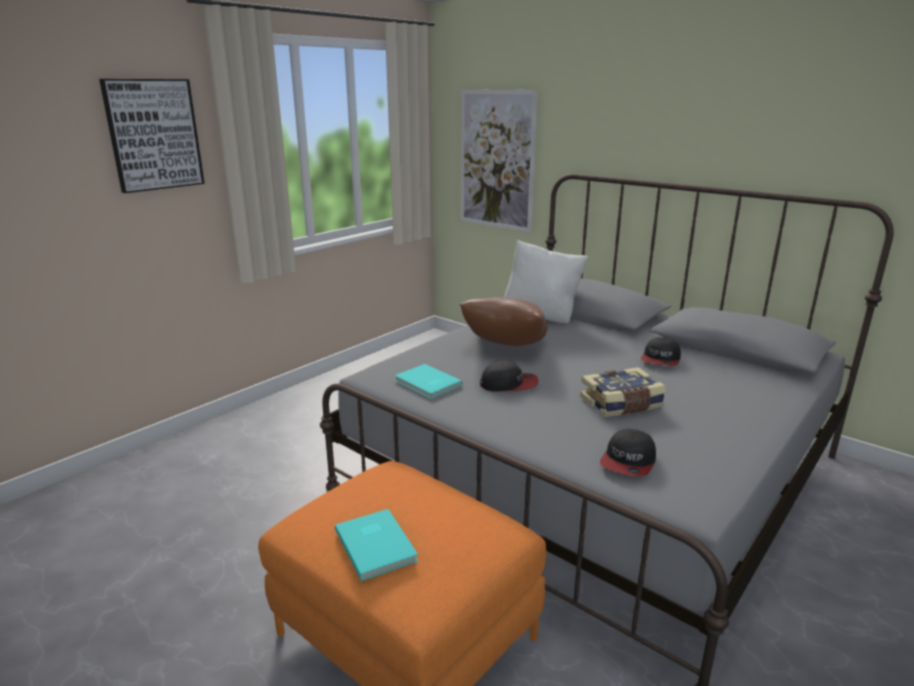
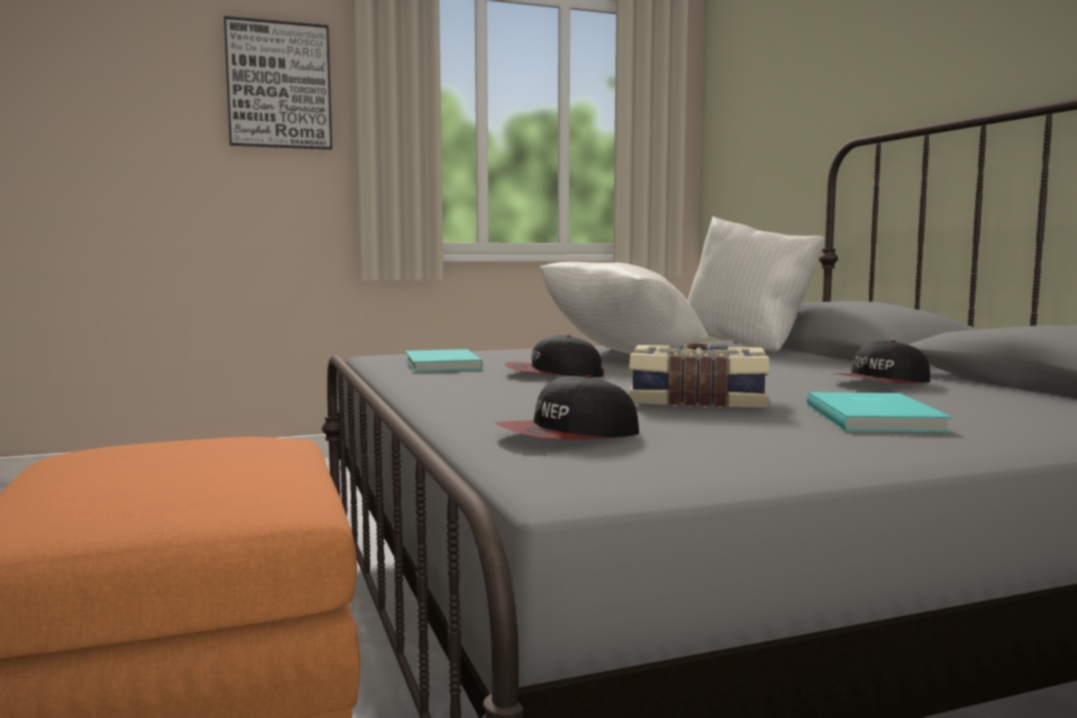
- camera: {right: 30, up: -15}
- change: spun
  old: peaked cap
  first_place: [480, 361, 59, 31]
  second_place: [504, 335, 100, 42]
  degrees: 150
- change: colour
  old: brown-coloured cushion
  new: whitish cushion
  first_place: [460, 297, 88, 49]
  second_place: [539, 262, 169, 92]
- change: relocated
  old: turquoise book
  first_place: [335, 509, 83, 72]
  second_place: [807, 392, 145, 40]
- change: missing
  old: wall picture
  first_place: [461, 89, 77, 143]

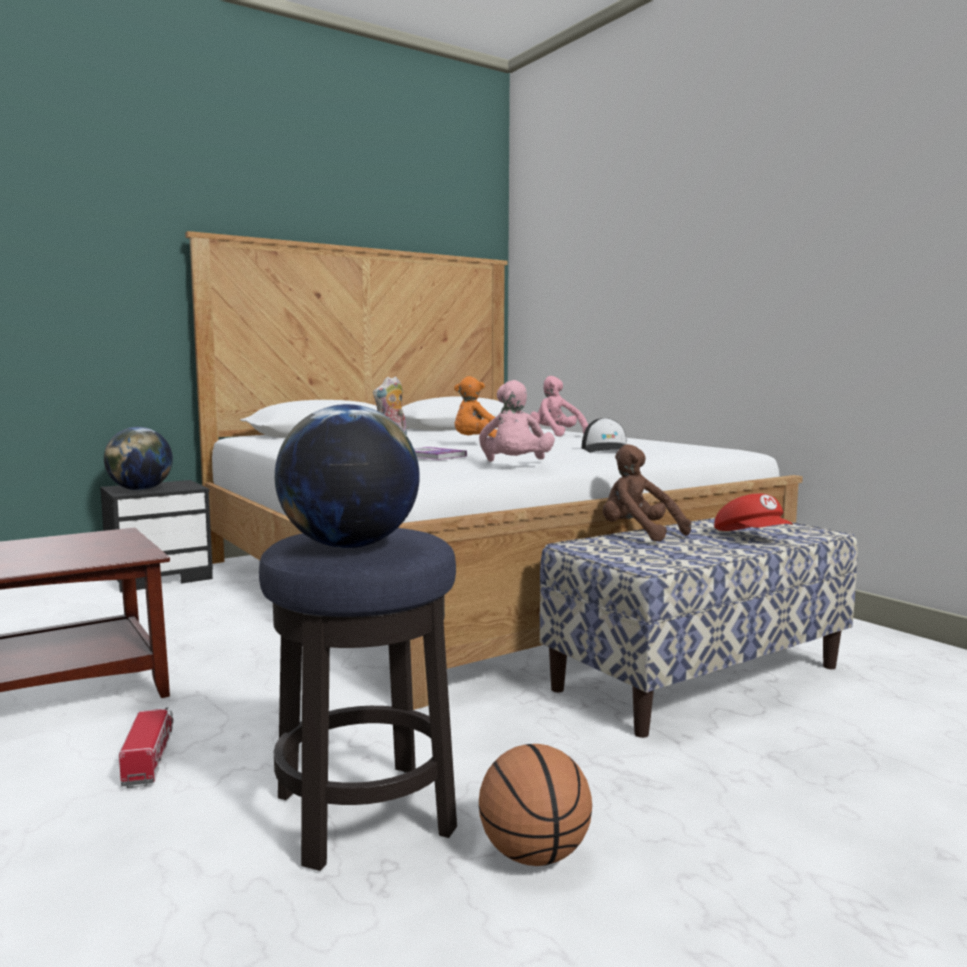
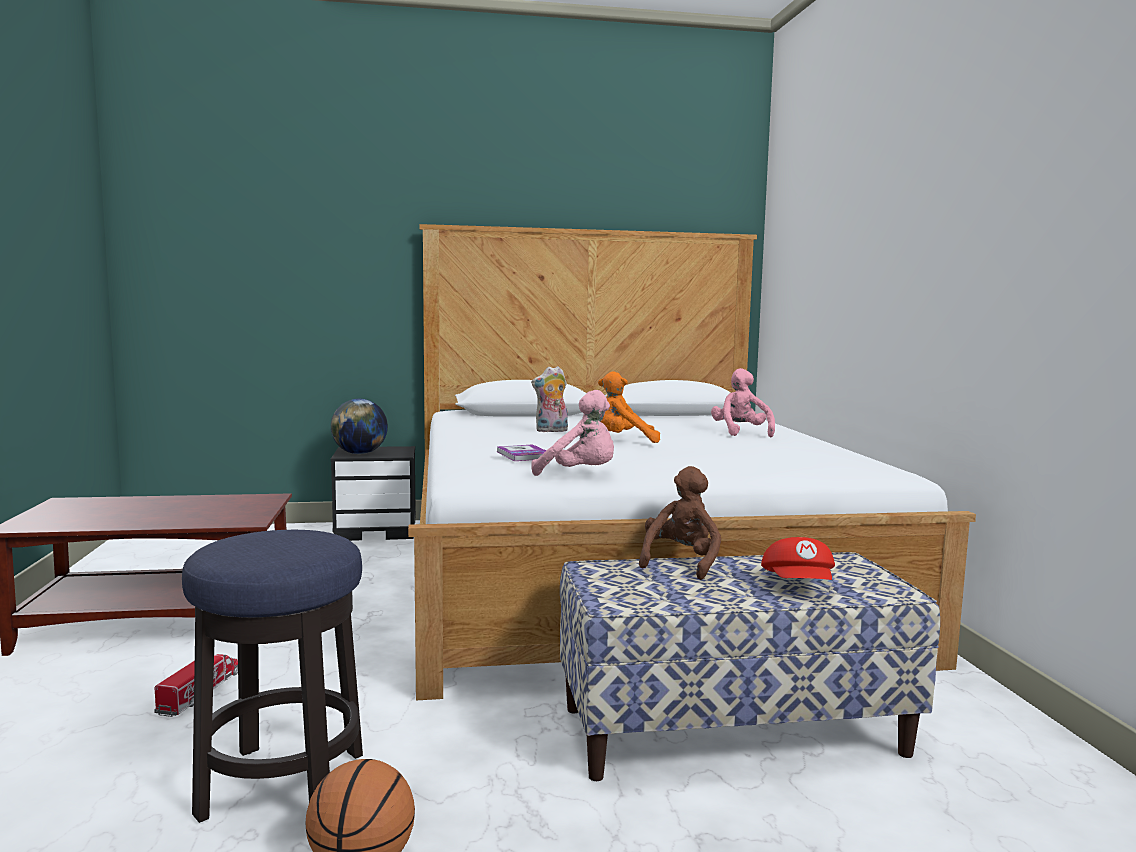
- camera: {right: 25, up: 0}
- change: spun
  old: pink-coloured soft toy
  first_place: [479, 380, 76, 82]
  second_place: [531, 390, 83, 86]
  degrees: -90
- change: spun
  old: brown-coloured soft toy
  first_place: [603, 444, 88, 98]
  second_place: [639, 466, 82, 114]
  degrees: 45
- change: missing
  old: world globe
  first_place: [275, 404, 145, 144]
- change: missing
  old: peaked cap
  first_place: [582, 418, 45, 34]

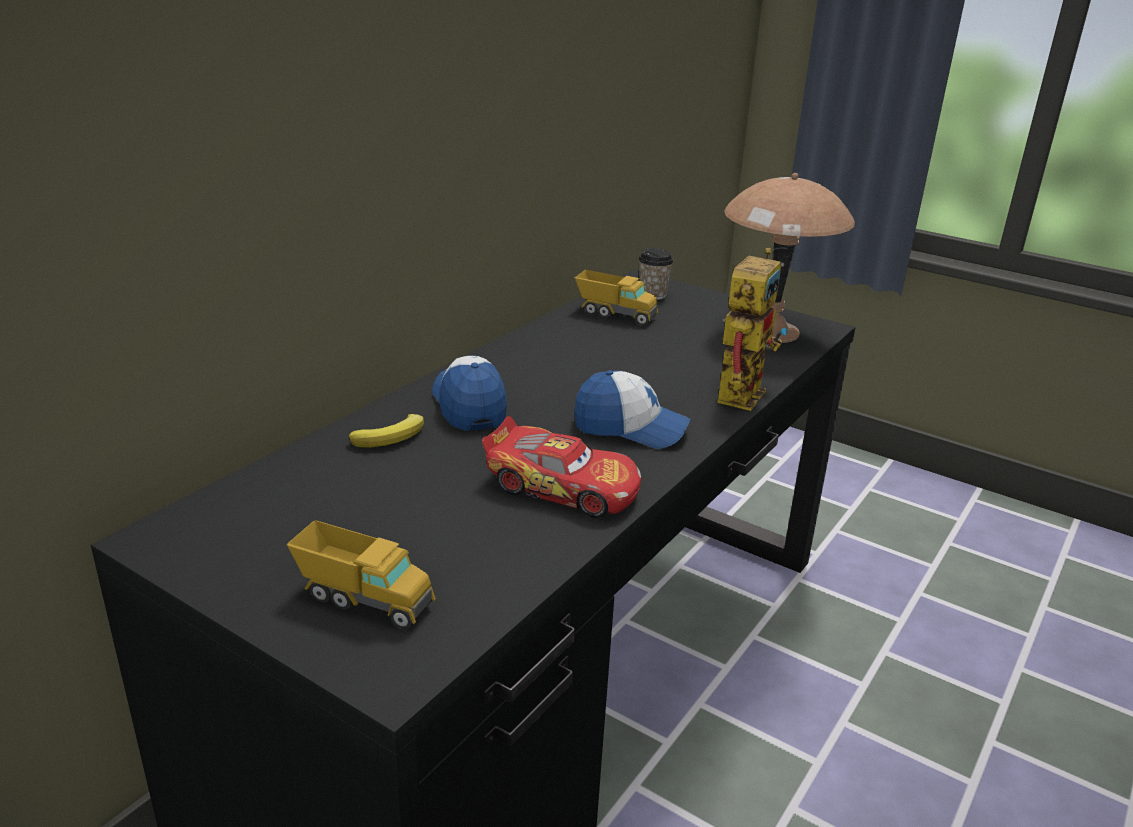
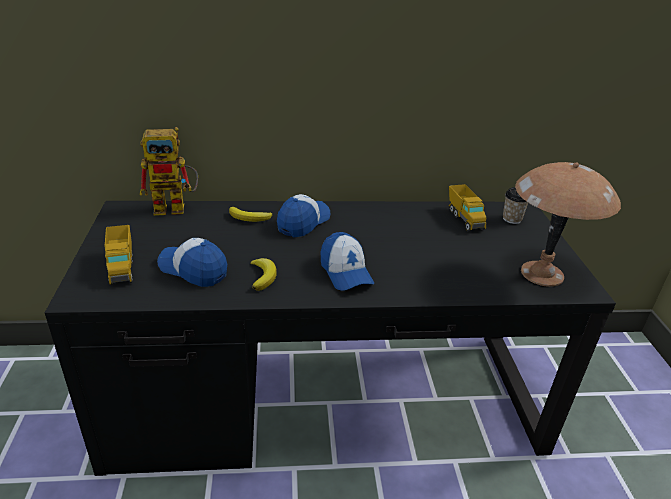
- camera: {right: 50, up: 5}
- change: relocated
  old: toy robot
  first_place: [717, 248, 71, 163]
  second_place: [140, 127, 58, 89]
- change: appeared
  new: peaked cap
  second_place: [157, 238, 70, 49]
- change: exchanged
  old: miniature car
  new: banana fruit
  first_place: [482, 416, 159, 102]
  second_place: [250, 258, 27, 33]

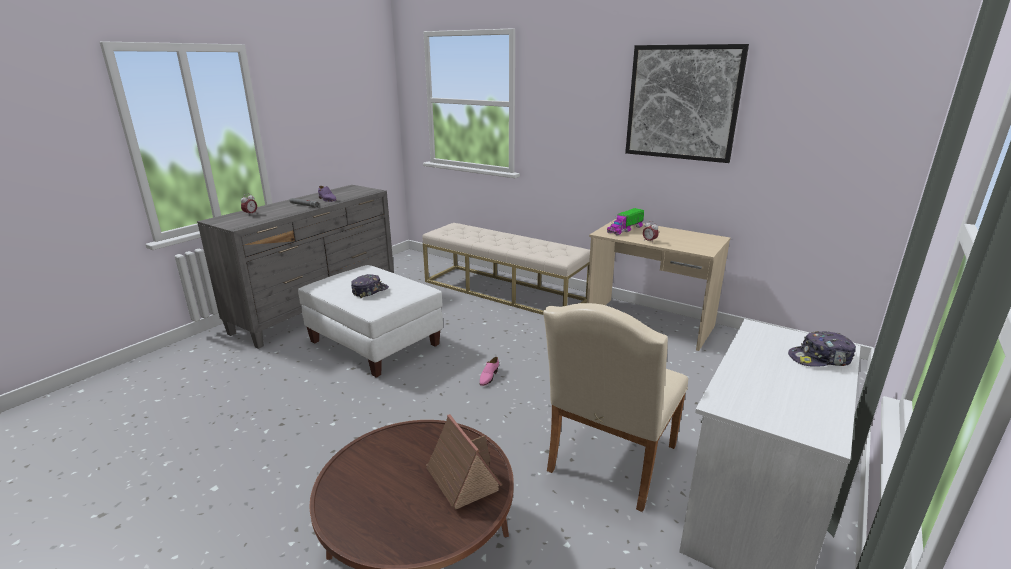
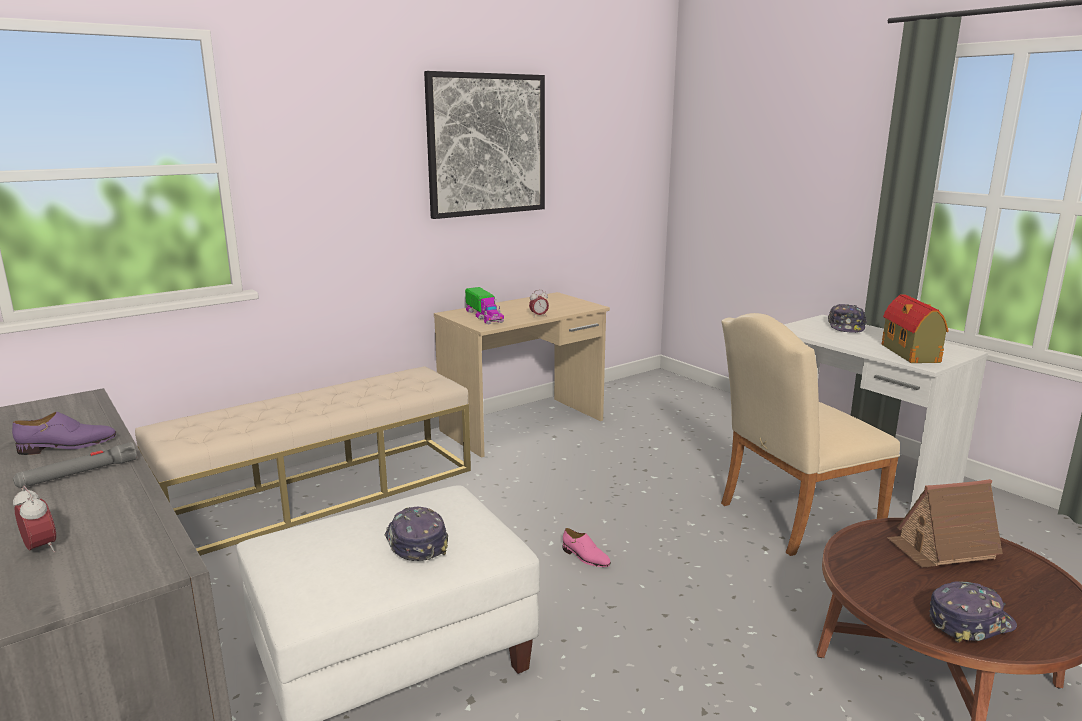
- camera: {right: -70, up: -5}
- change: spun
  old: beige-coloured chair
  first_place: [543, 303, 145, 209]
  second_place: [721, 313, 179, 243]
  degrees: 105
- change: appeared
  new: miniature house
  second_place: [882, 295, 67, 68]
- change: appeared
  new: peaked cap
  second_place: [929, 581, 88, 62]

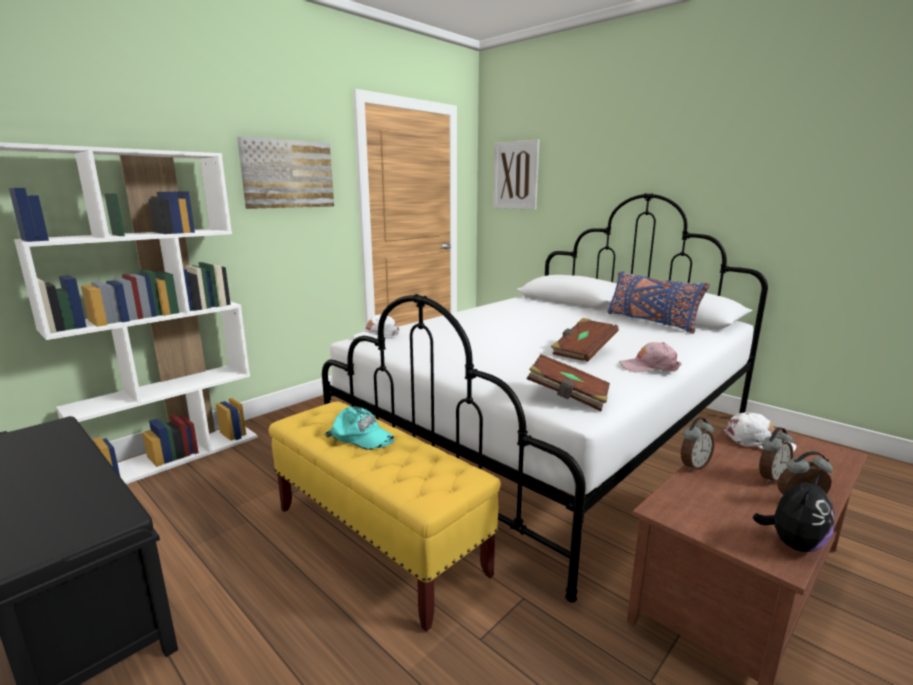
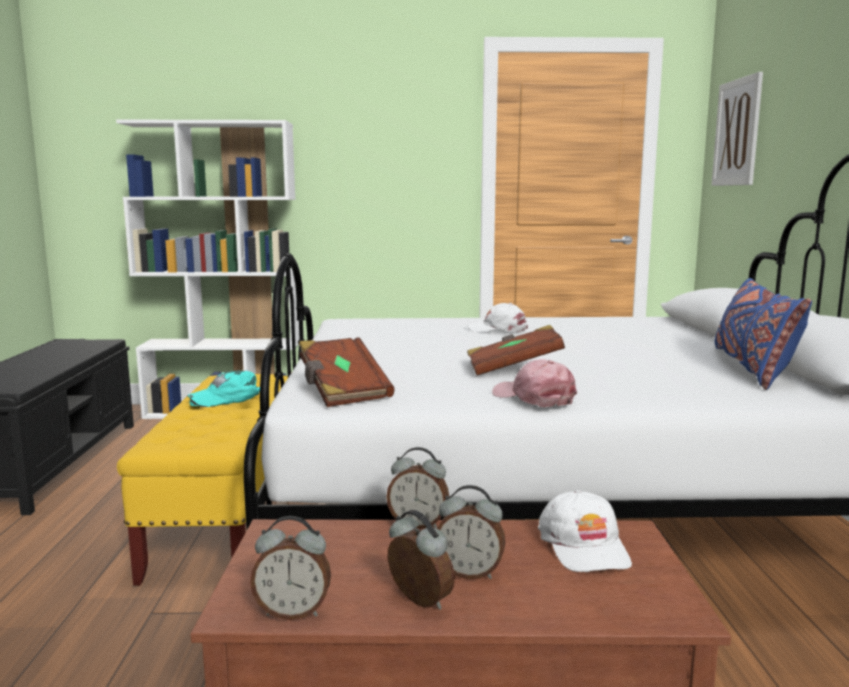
- camera: {right: 45, up: -5}
- change: spun
  old: turquoise peaked cap
  first_place: [325, 406, 69, 44]
  second_place: [188, 371, 72, 36]
  degrees: 75
- change: exchanged
  old: soft toy
  new: alarm clock
  first_place: [752, 474, 82, 78]
  second_place: [250, 516, 81, 104]
- change: relocated
  old: whitish peaked cap
  first_place: [353, 315, 47, 27]
  second_place: [468, 303, 60, 29]
- change: missing
  old: wall picture
  first_place: [237, 136, 97, 73]

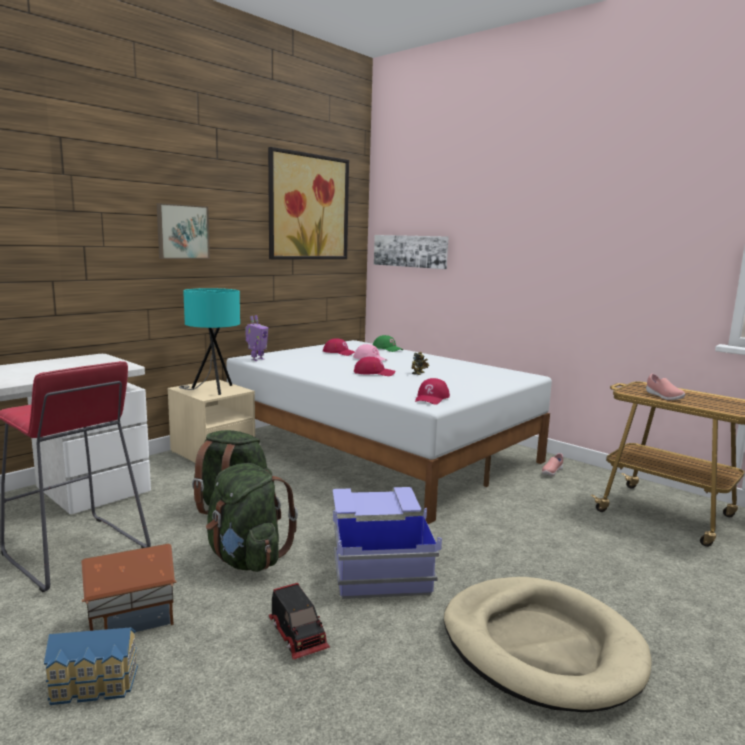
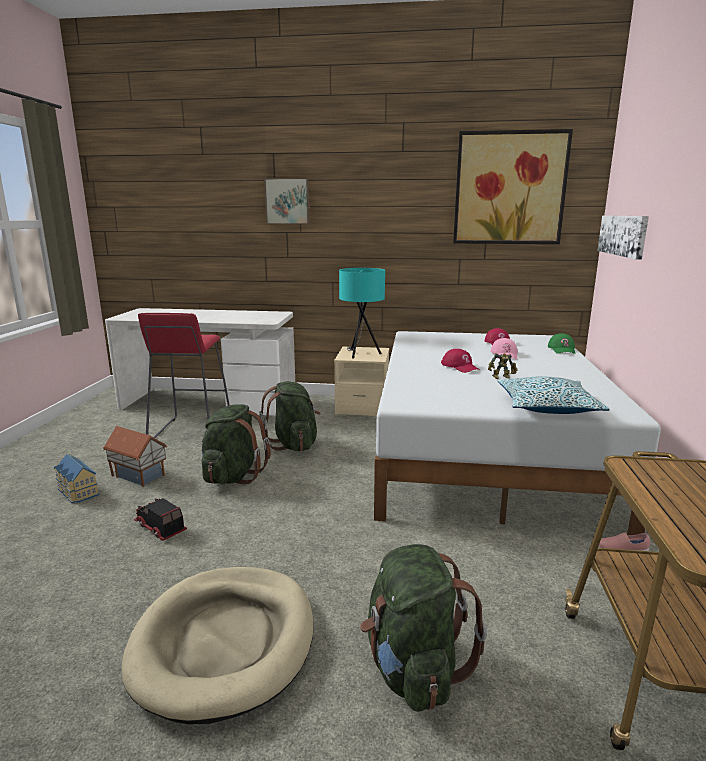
- camera: {right: 55, up: 5}
- change: spun
  old: toy truck
  first_place: [269, 583, 61, 77]
  second_place: [134, 498, 53, 43]
  degrees: 105
- change: relocated
  old: wall picture
  first_place: [157, 203, 53, 56]
  second_place: [264, 178, 46, 46]
- change: appeared
  new: green rucksack
  second_place: [360, 544, 127, 168]
- change: appeared
  new: cushion
  second_place: [498, 376, 112, 38]
- change: missing
  old: toy robot
  first_place: [245, 315, 23, 46]
- change: missing
  old: blue storage box
  first_place: [333, 487, 109, 112]
- change: missing
  old: reddish peaked cap
  first_place: [415, 378, 35, 27]
- change: missing
  old: pink-coloured shoe
  first_place: [646, 374, 39, 26]

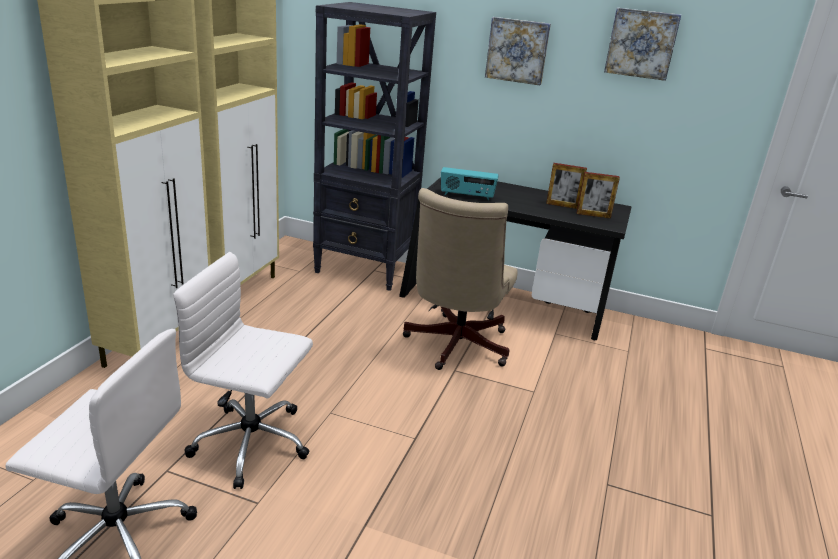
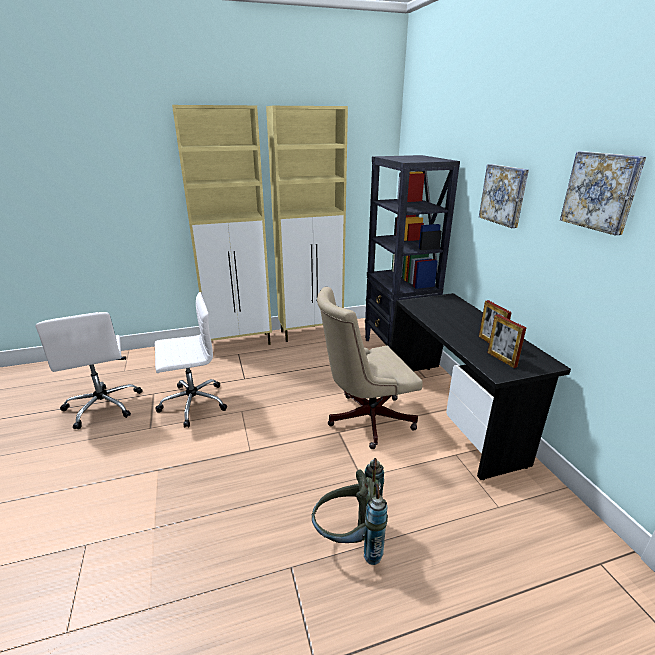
- camera: {right: 55, up: 0}
- change: spun
  old: whitish computer chair
  first_place: [173, 252, 140, 237]
  second_place: [155, 292, 72, 136]
  degrees: 90
- change: appeared
  new: grey rucksack
  second_place: [312, 458, 76, 107]
- change: missing
  old: radio
  first_place: [441, 167, 58, 34]

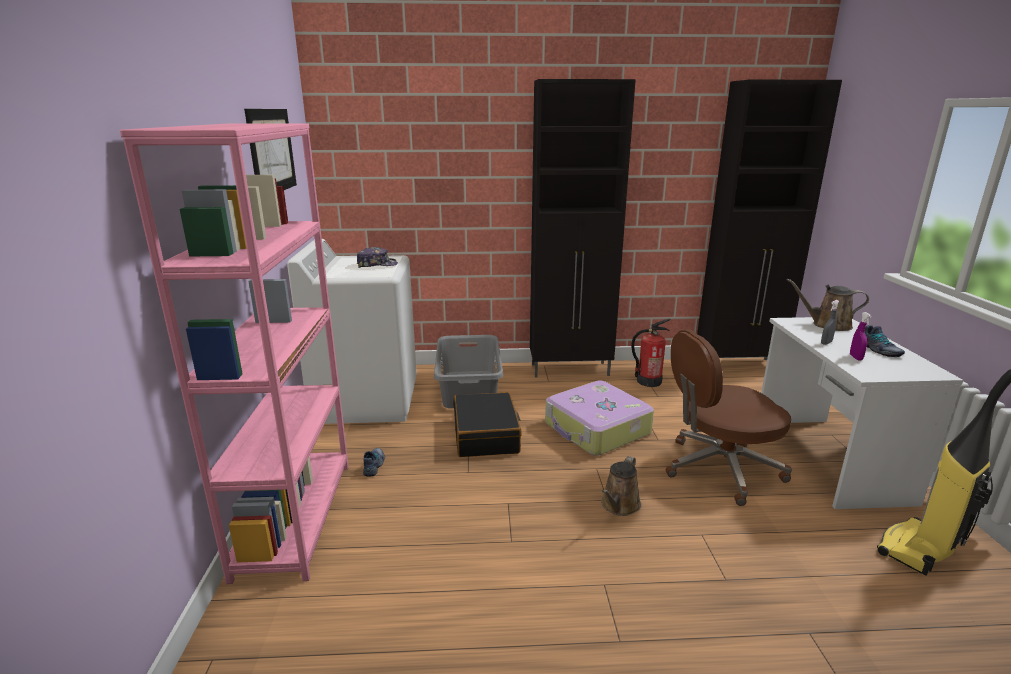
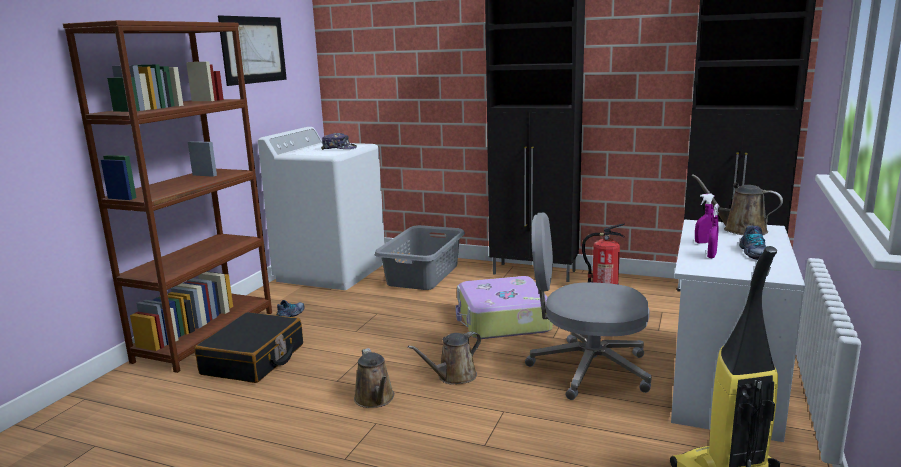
- camera: {right: 25, up: -5}
- change: colour
  old: pink-coloured bookshelf
  new: brown-coloured bookshelf
  first_place: [120, 123, 229, 461]
  second_place: [63, 20, 209, 353]
- change: relocated
  old: blackish travel case
  first_place: [453, 392, 69, 65]
  second_place: [195, 312, 108, 71]
- change: appeared
  new: brown-coloured watering pot
  second_place: [354, 348, 41, 60]
- change: colour
  old: brown-coloured computer chair
  new: grey computer chair
  first_place: [666, 329, 126, 177]
  second_place: [525, 212, 127, 188]
- change: colour
  old: grey spray bottle
  new: purplish spray bottle
  first_place: [821, 300, 18, 45]
  second_place: [695, 194, 19, 50]

